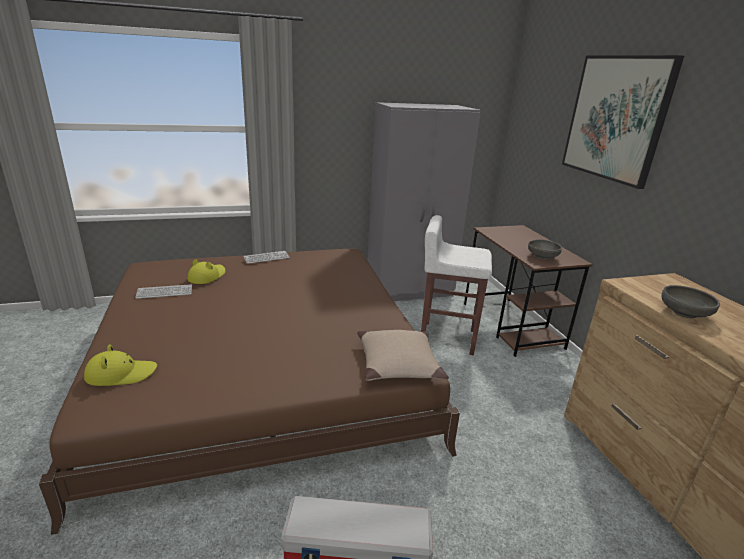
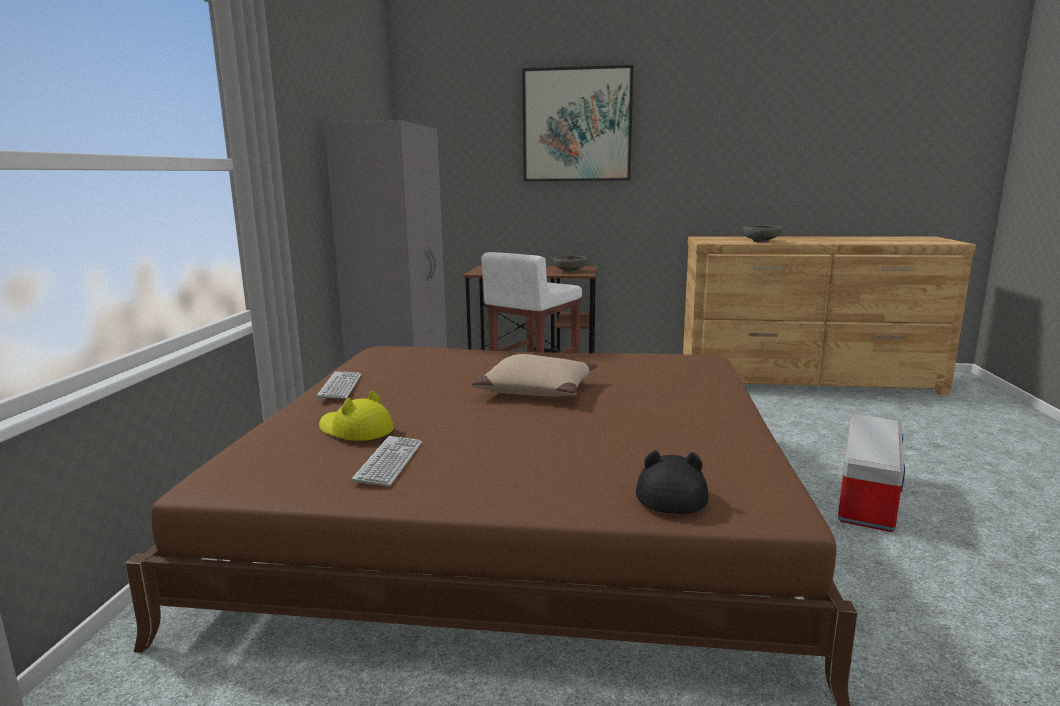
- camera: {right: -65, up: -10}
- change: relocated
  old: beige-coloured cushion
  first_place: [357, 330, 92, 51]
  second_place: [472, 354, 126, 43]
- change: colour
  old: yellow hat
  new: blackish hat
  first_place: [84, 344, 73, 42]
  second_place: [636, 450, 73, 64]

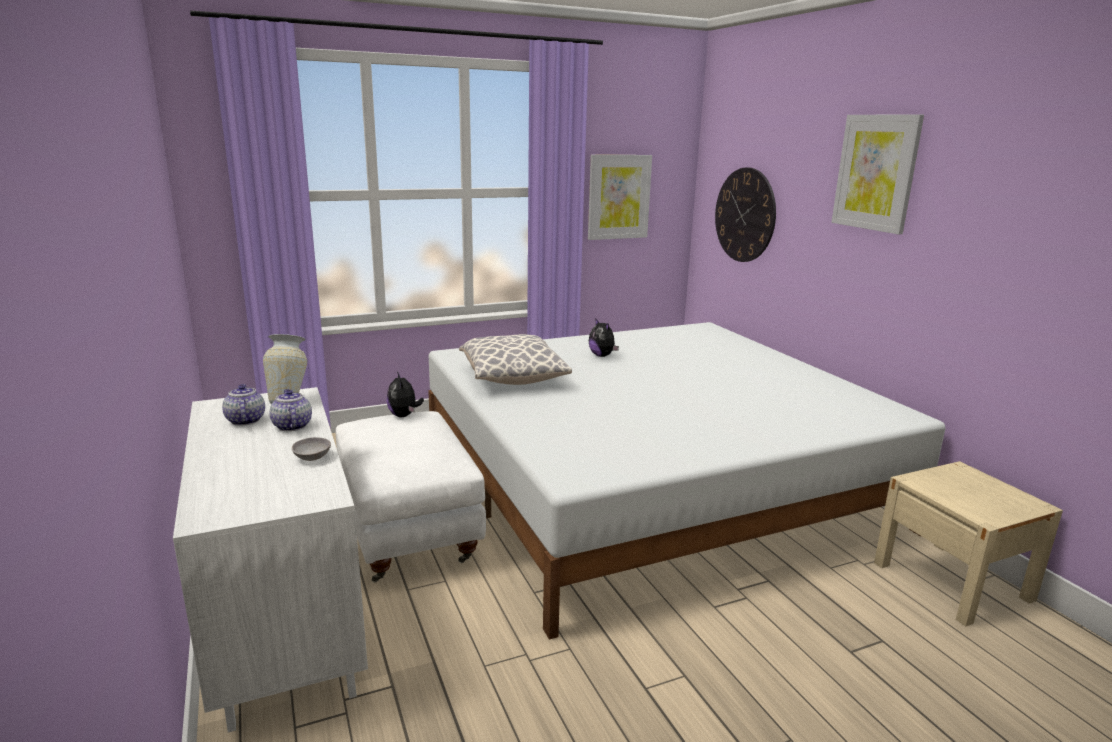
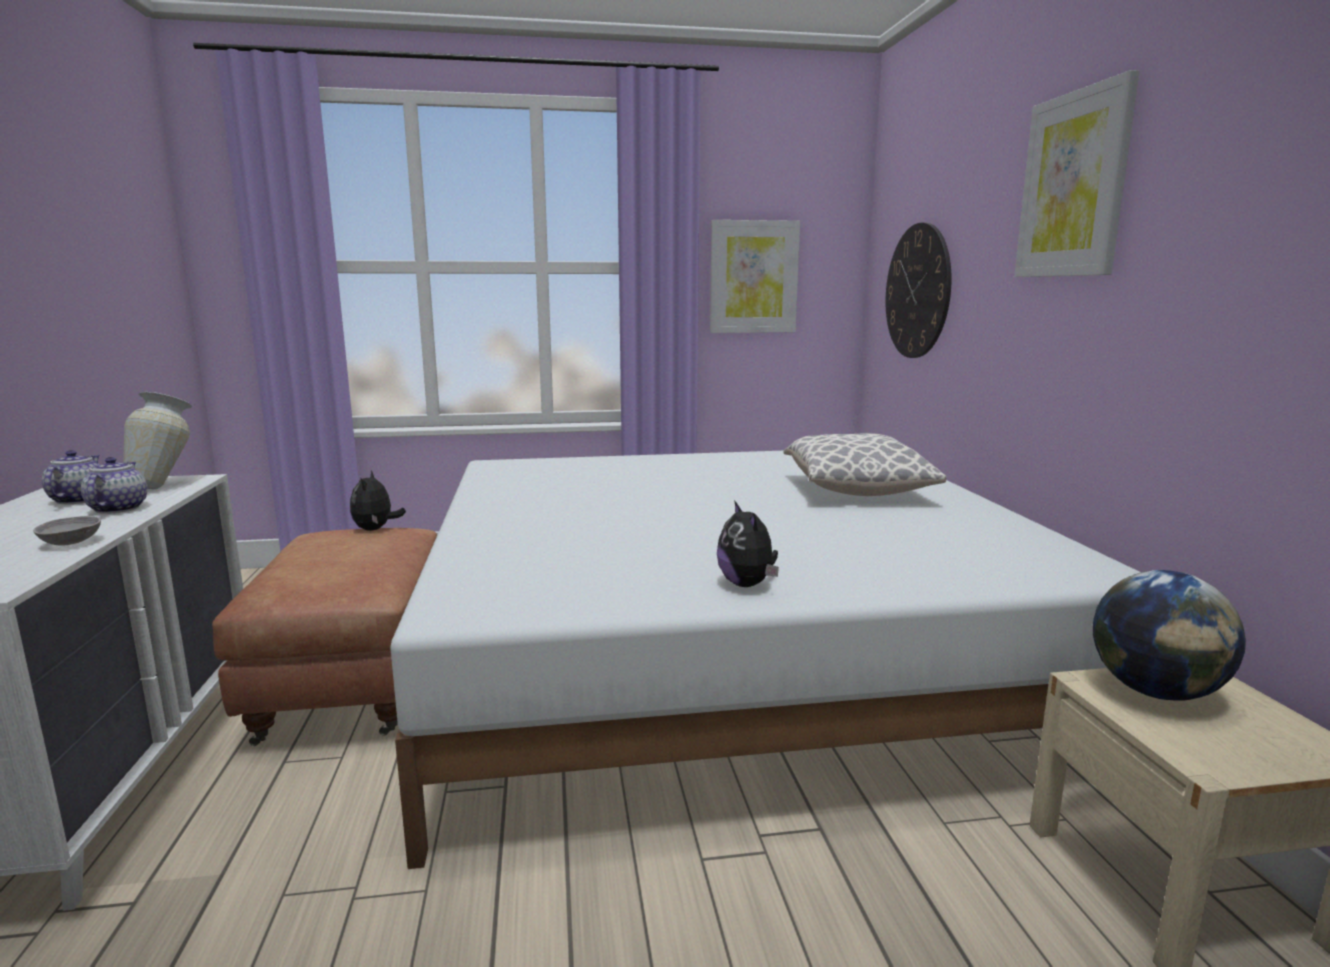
- camera: {right: 15, up: -5}
- change: colour
  old: whitish ottoman
  new: brown-coloured ottoman
  first_place: [336, 411, 150, 171]
  second_place: [212, 528, 225, 218]
- change: relocated
  old: soft toy
  first_place: [589, 318, 30, 39]
  second_place: [717, 500, 62, 87]
- change: relocated
  old: cushion
  first_place: [459, 334, 113, 51]
  second_place: [784, 433, 162, 63]
- change: appeared
  new: world globe
  second_place: [1093, 570, 153, 131]

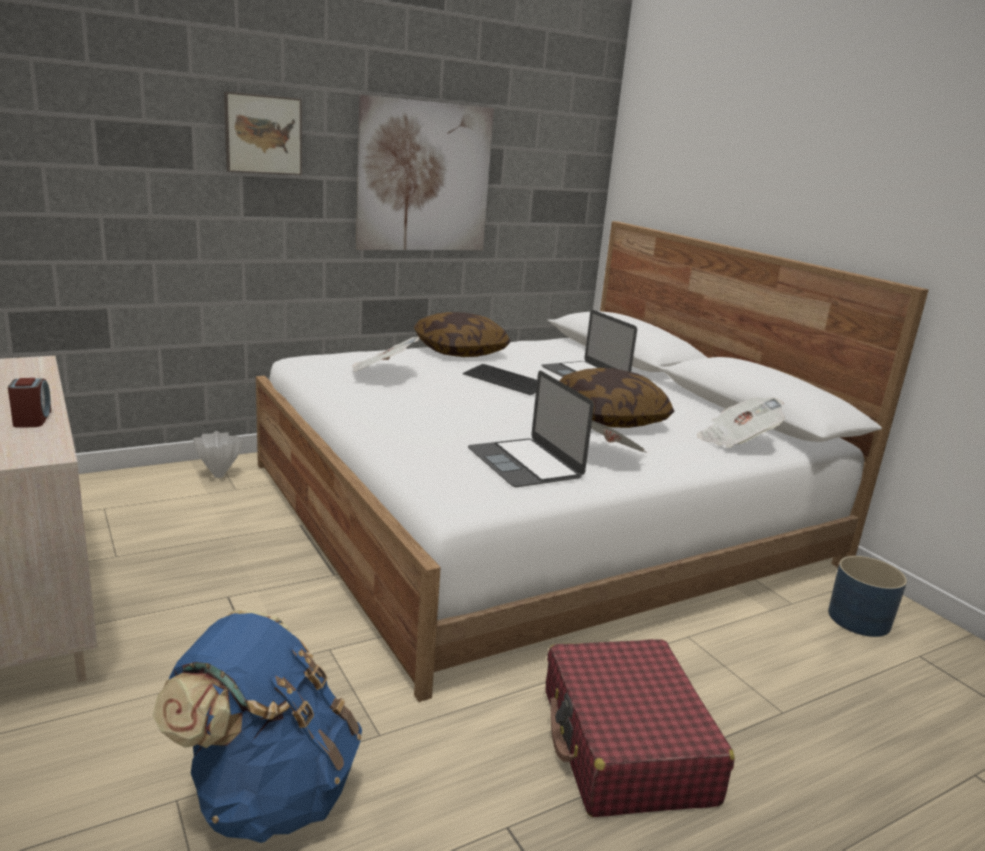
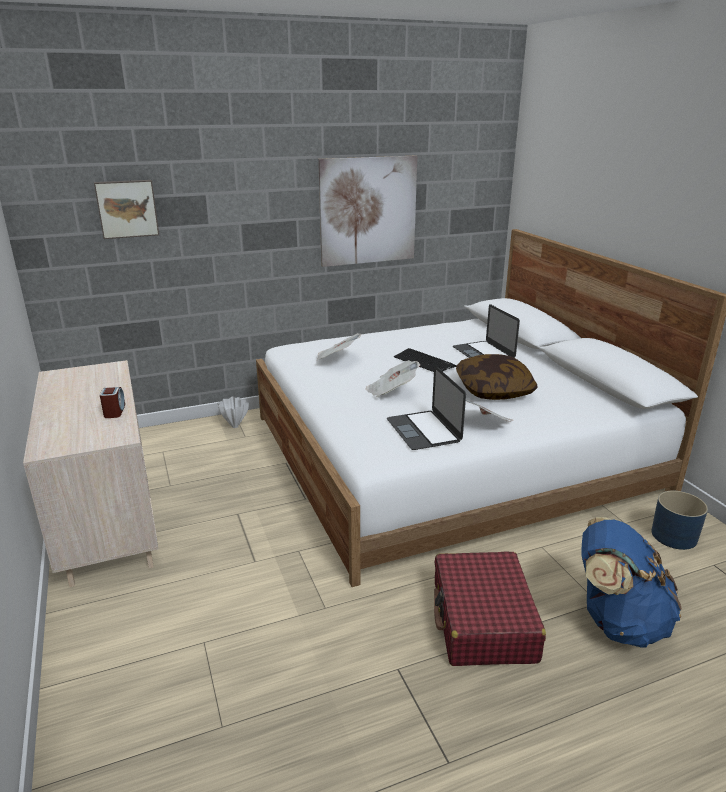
- camera: {right: 10, up: 5}
- change: relocated
  old: wall picture
  first_place: [224, 92, 78, 83]
  second_place: [94, 180, 65, 59]
- change: relocated
  old: printed paper
  first_place: [697, 397, 88, 51]
  second_place: [366, 360, 54, 37]
- change: relocated
  old: blue rucksack
  first_place: [153, 610, 209, 233]
  second_place: [581, 517, 100, 131]
- change: missing
  old: cushion
  first_place: [414, 312, 97, 45]

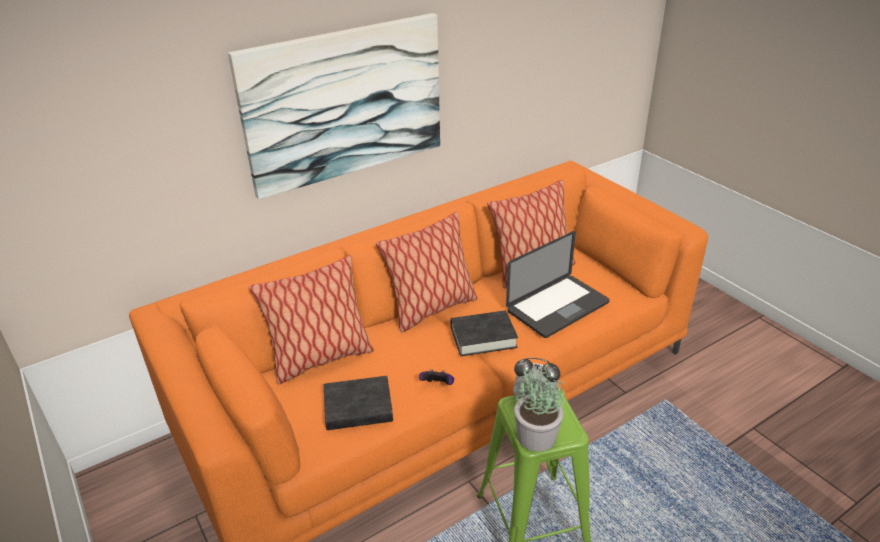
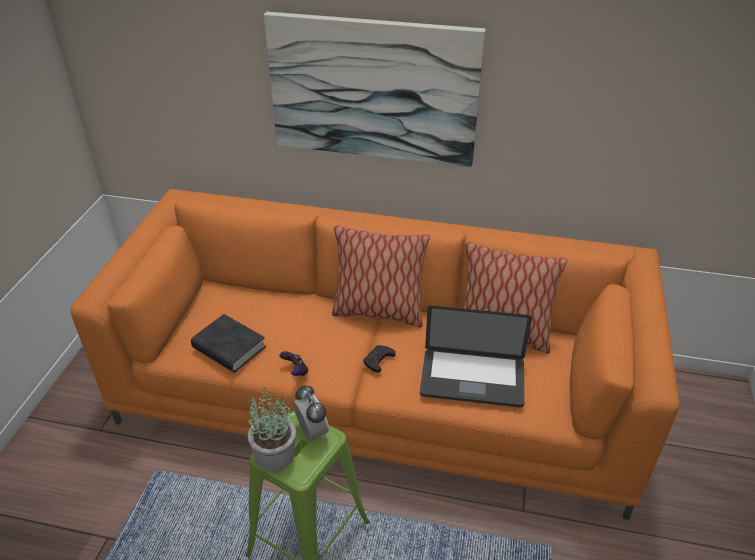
- camera: {right: 45, up: 5}
- change: exchanged
  old: blackish book
  new: blackish game controller
  first_place: [450, 310, 68, 46]
  second_place: [363, 345, 33, 28]
- change: missing
  old: cushion
  first_place: [248, 255, 126, 129]

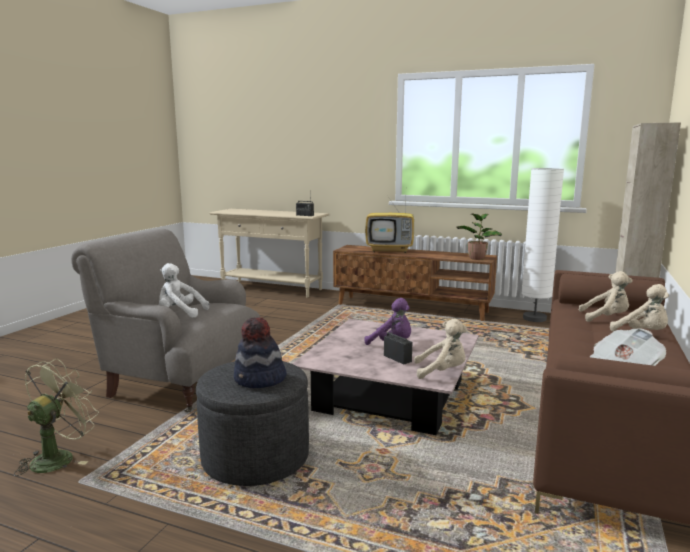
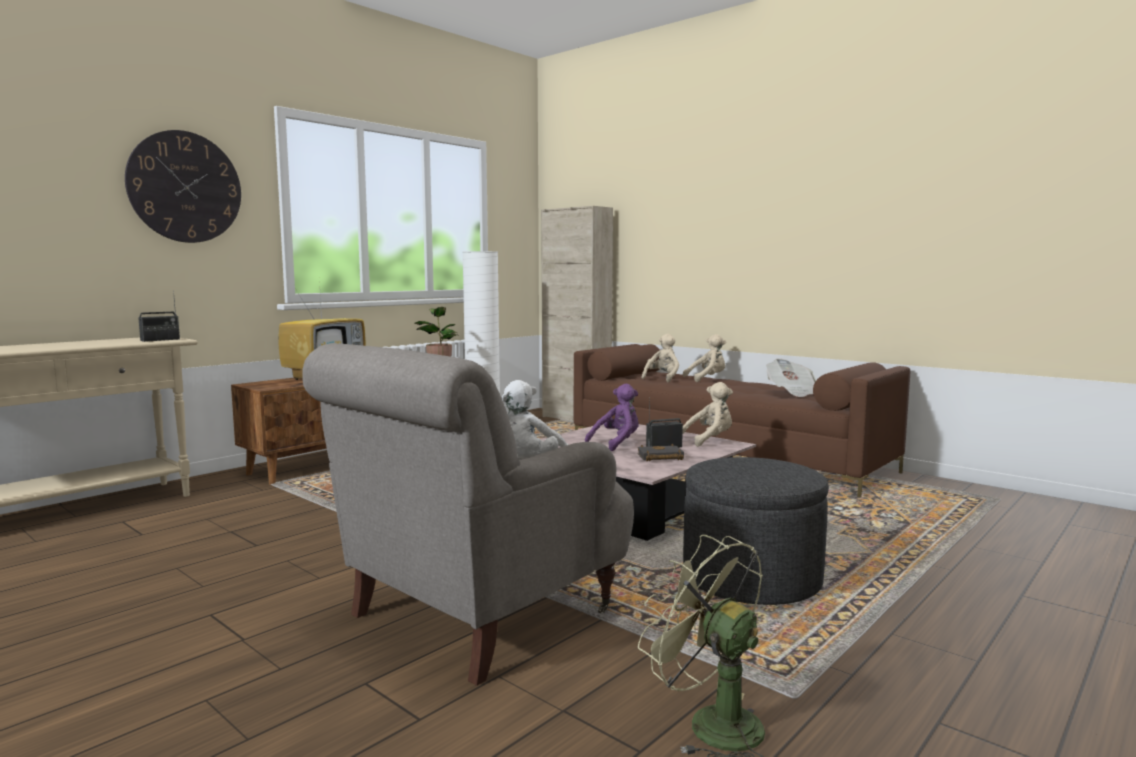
- camera: {right: -70, up: -5}
- change: appeared
  new: hanging clock
  second_place: [125, 130, 116, 113]
- change: appeared
  new: blackish book
  second_place: [637, 444, 47, 17]
- change: spun
  old: beige-coloured soft toy
  first_place: [414, 319, 53, 60]
  second_place: [682, 382, 51, 65]
  degrees: 45
- change: missing
  old: hat
  first_place: [234, 317, 53, 71]

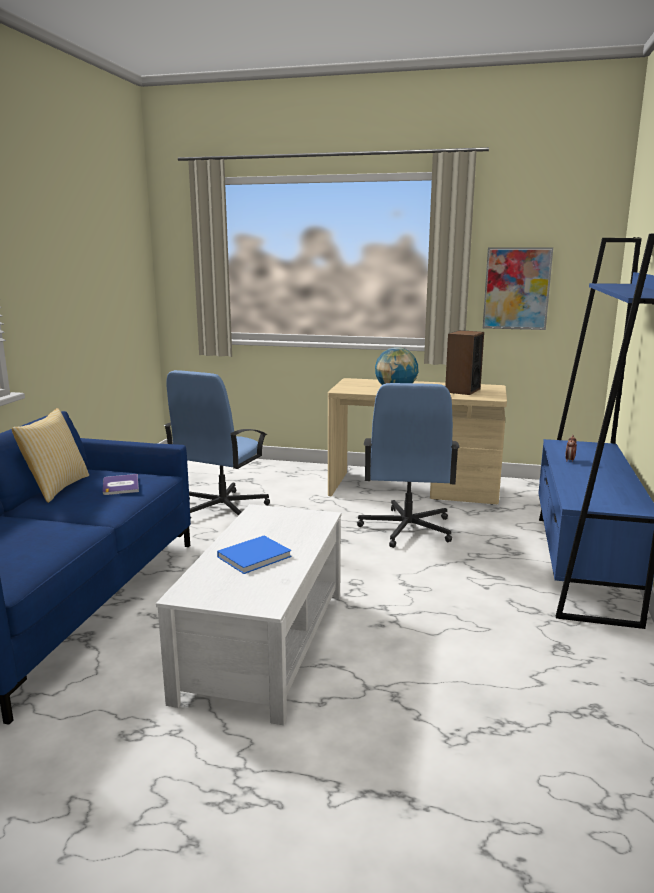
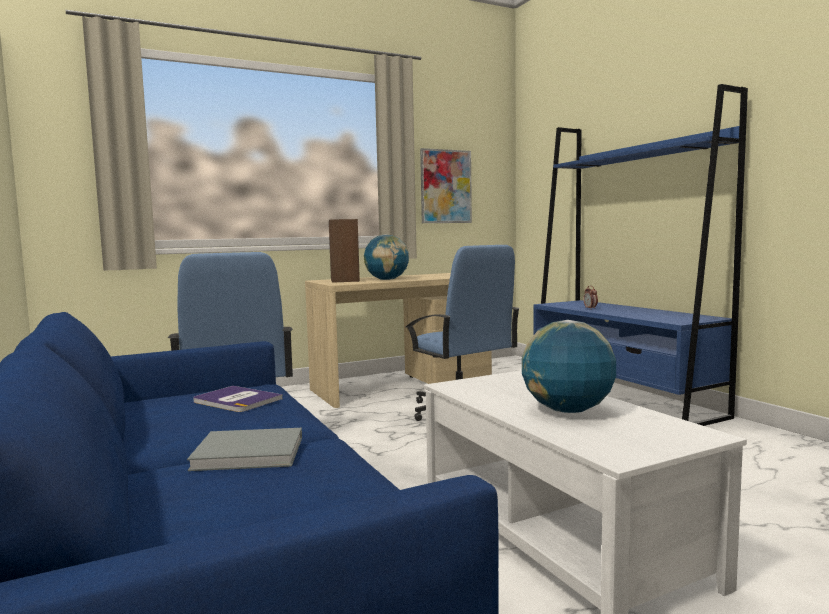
- camera: {right: -40, up: -10}
- change: appeared
  new: grey book
  second_place: [187, 428, 115, 43]
- change: relocated
  old: loudspeaker
  first_place: [445, 330, 39, 65]
  second_place: [329, 219, 31, 64]
- change: exchanged
  old: blue book
  new: world globe
  first_place: [217, 536, 75, 38]
  second_place: [522, 320, 94, 93]
- change: missing
  old: cushion
  first_place: [12, 408, 77, 95]

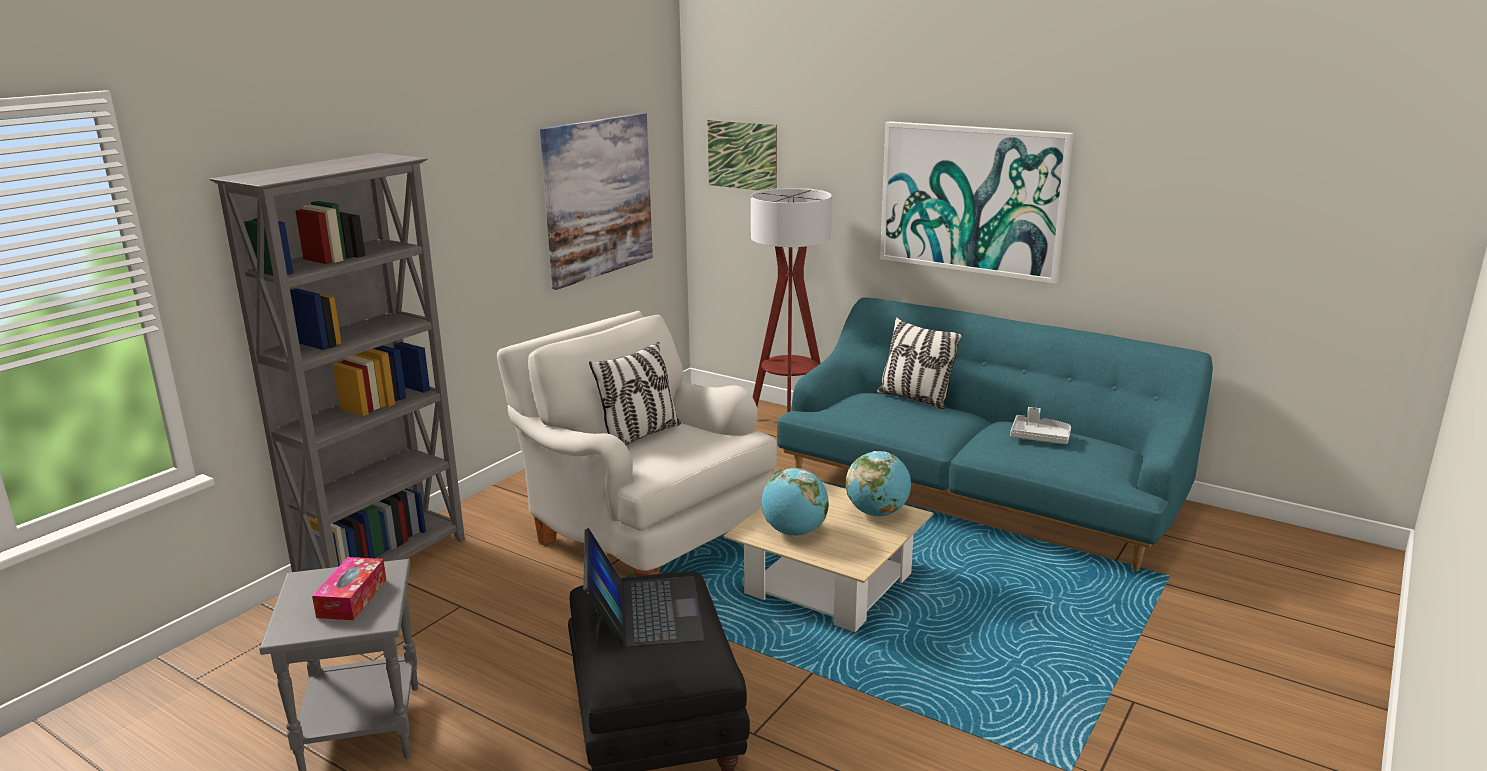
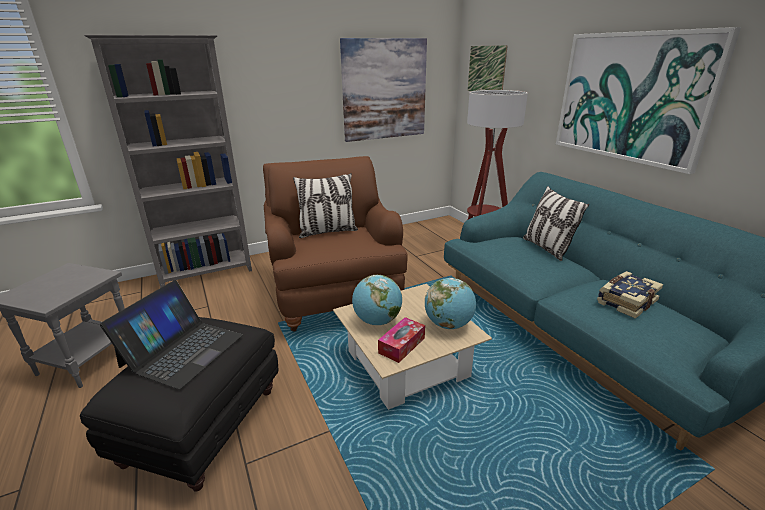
- camera: {right: 30, up: 5}
- change: colour
  old: whitish armchair
  new: brown-coloured armchair
  first_place: [497, 311, 280, 266]
  second_place: [263, 156, 145, 176]
- change: relocated
  old: tissue box
  first_place: [312, 557, 74, 63]
  second_place: [378, 317, 47, 46]
- change: exchanged
  old: grey tray
  new: book
  first_place: [1010, 407, 61, 37]
  second_place: [597, 271, 66, 48]

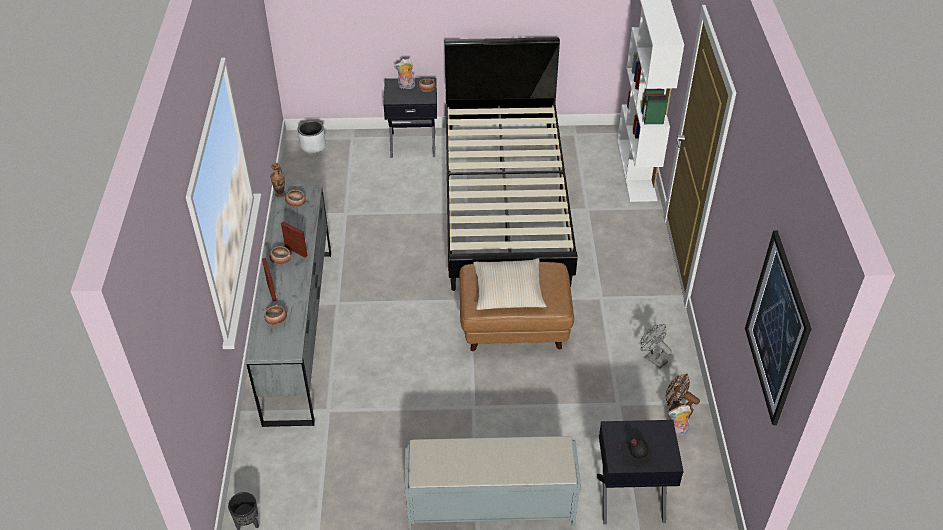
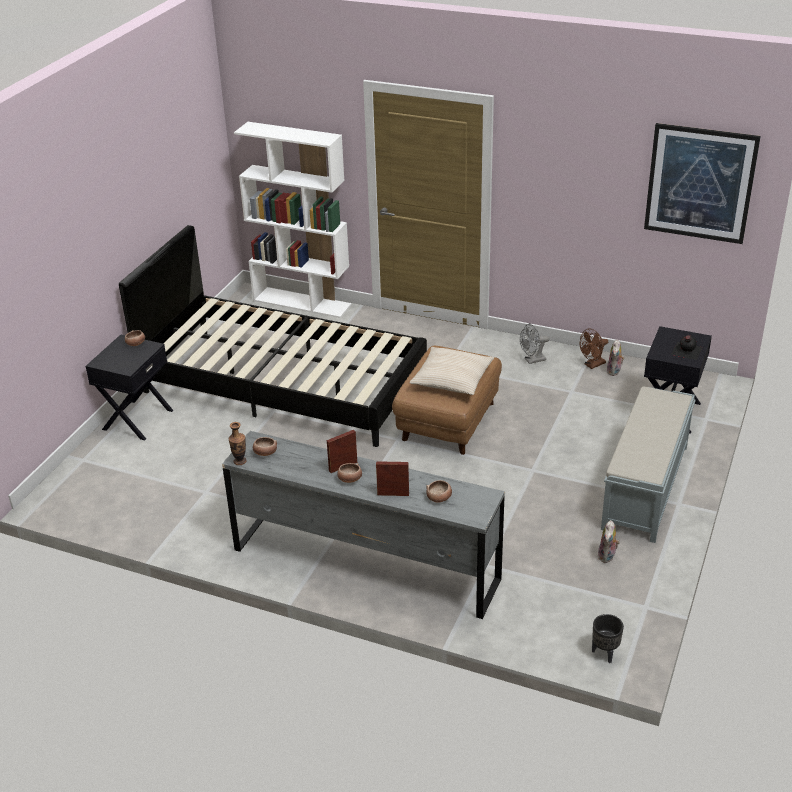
- camera: {right: -65, up: -10}
- change: relocated
  old: soft toy
  first_place: [394, 59, 21, 30]
  second_place: [598, 520, 22, 43]
- change: missing
  old: grey plant pot
  first_place: [297, 120, 29, 34]

